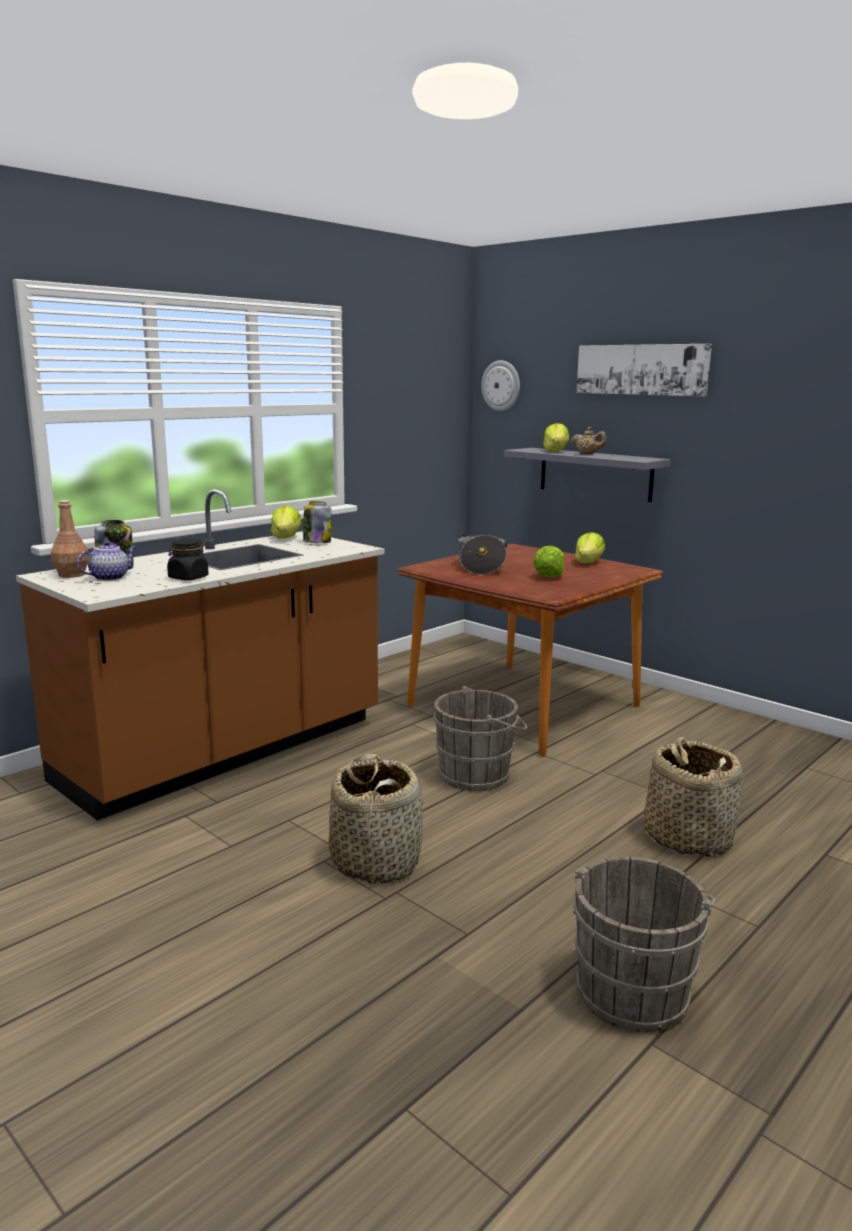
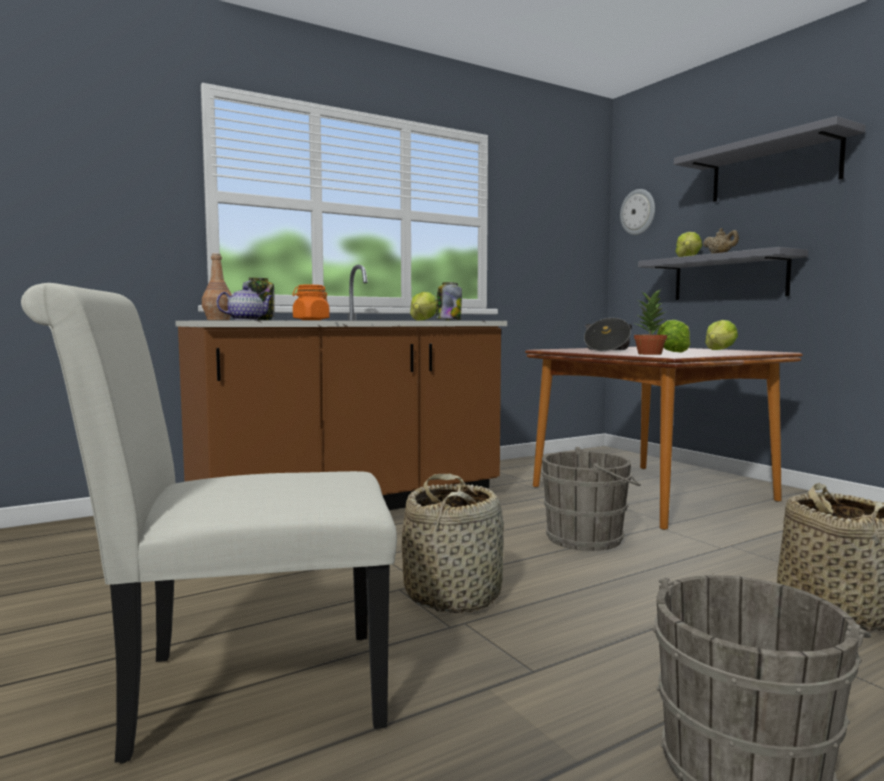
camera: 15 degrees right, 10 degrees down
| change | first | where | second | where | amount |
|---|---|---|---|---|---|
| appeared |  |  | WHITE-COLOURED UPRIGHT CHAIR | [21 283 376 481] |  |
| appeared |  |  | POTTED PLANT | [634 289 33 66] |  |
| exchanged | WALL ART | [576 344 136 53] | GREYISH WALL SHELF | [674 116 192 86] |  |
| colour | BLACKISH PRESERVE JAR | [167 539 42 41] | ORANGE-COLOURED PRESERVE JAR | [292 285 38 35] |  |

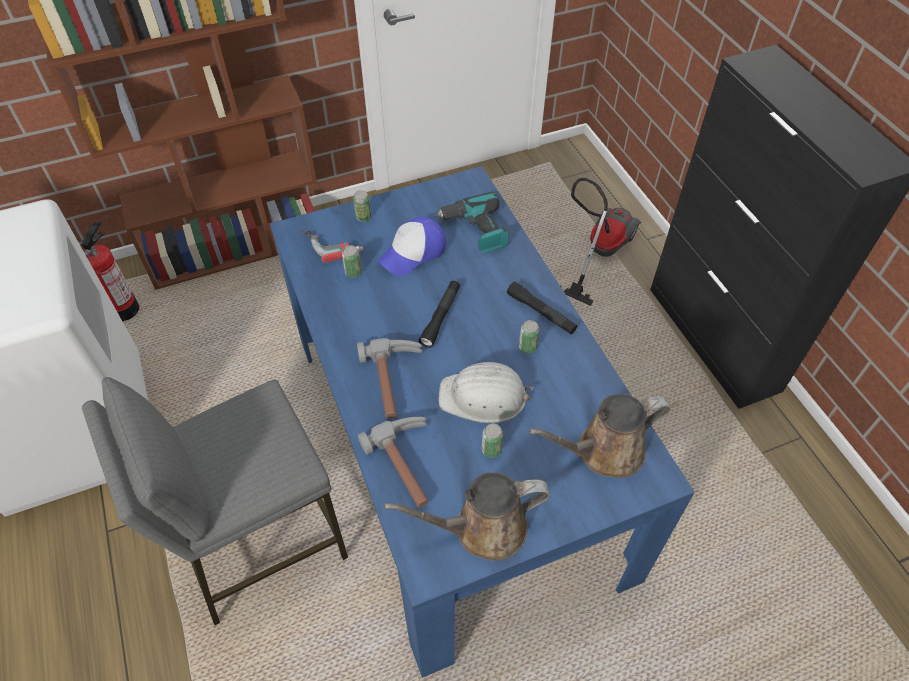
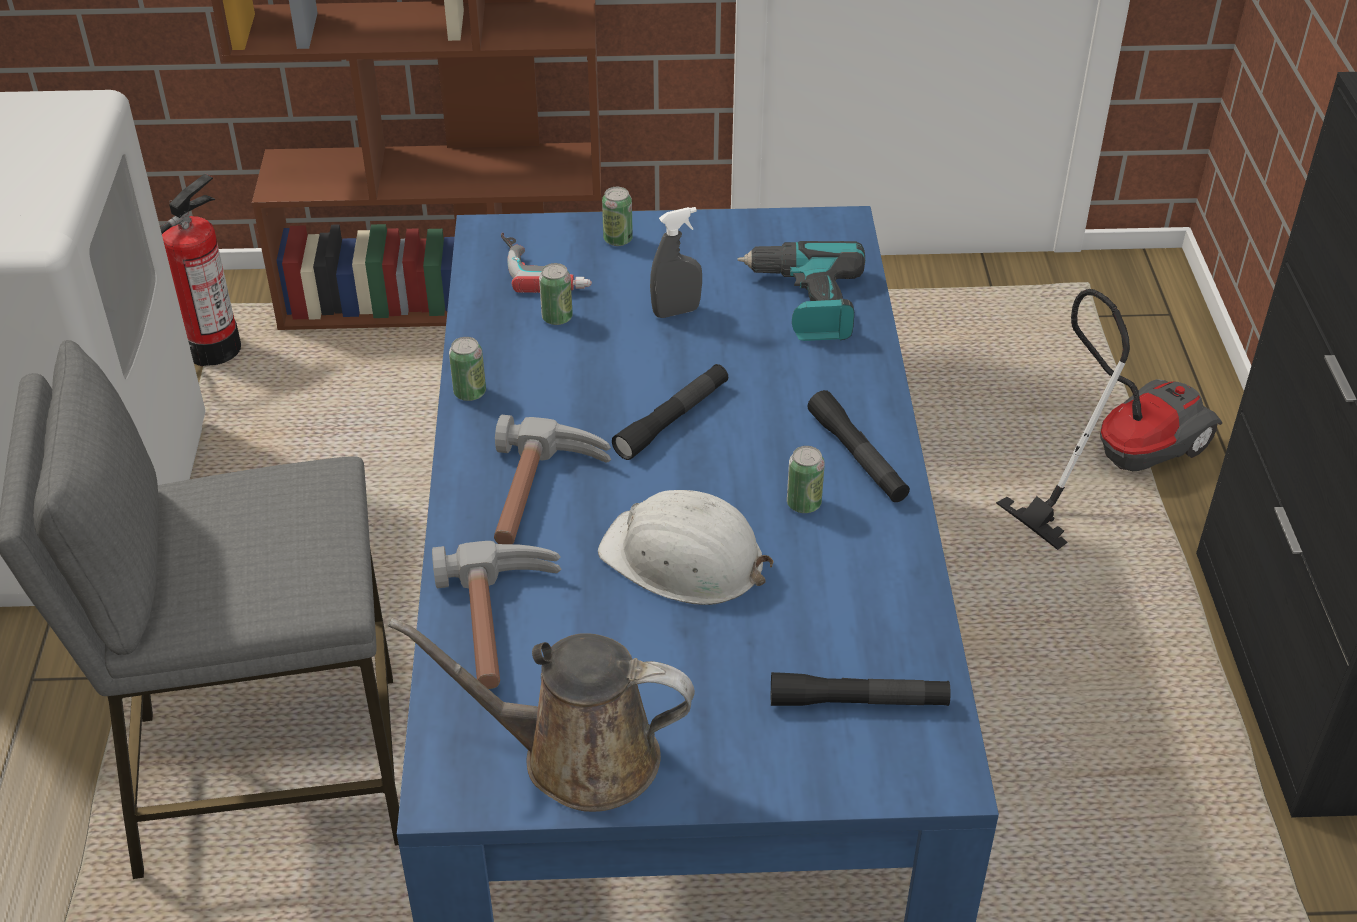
camera: 20 degrees right, 10 degrees down
| change | first | where | second | where | amount |
|---|---|---|---|---|---|
| relocated | METAL CAN | [482 423 21 35] |  | [449 337 37 64] |  |
| exchanged | BASEBALL CAP | [378 216 68 60] | GREYISH SPRAYER | [650 207 52 111] |  |
| exchanged | BROWN WATERING CAN | [529 394 142 84] | BLACKISH HAND TORCH | [771 672 179 34] |  |

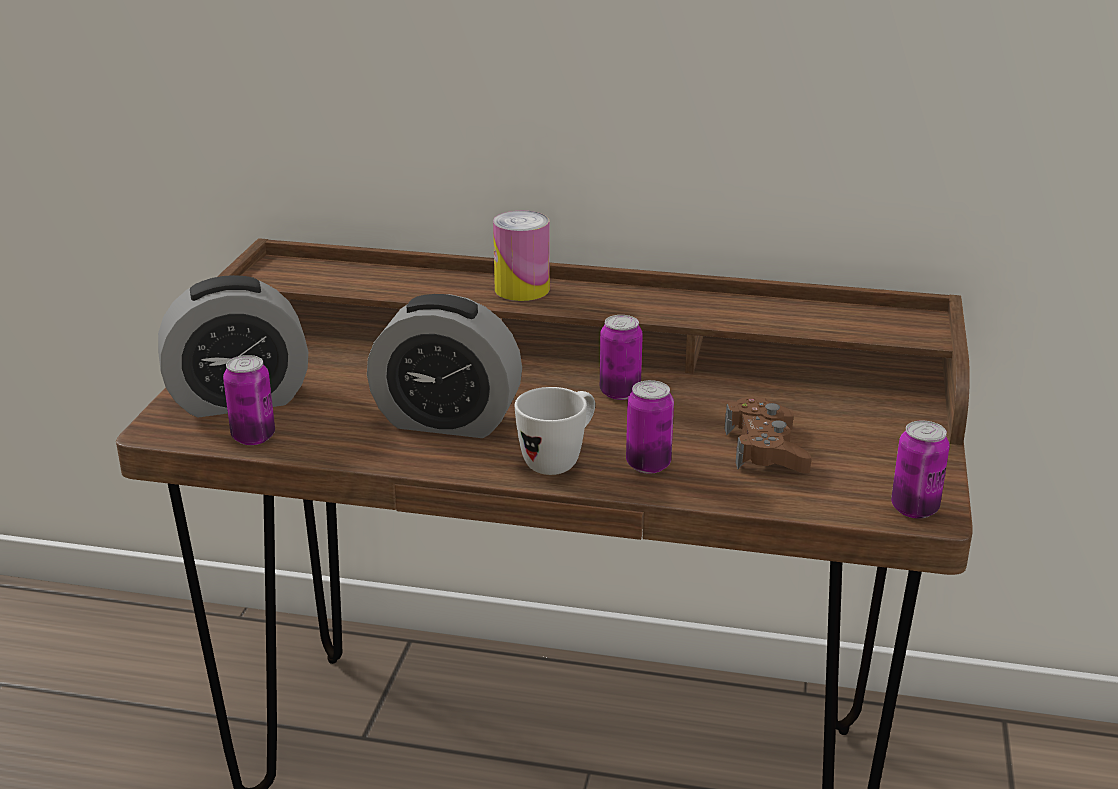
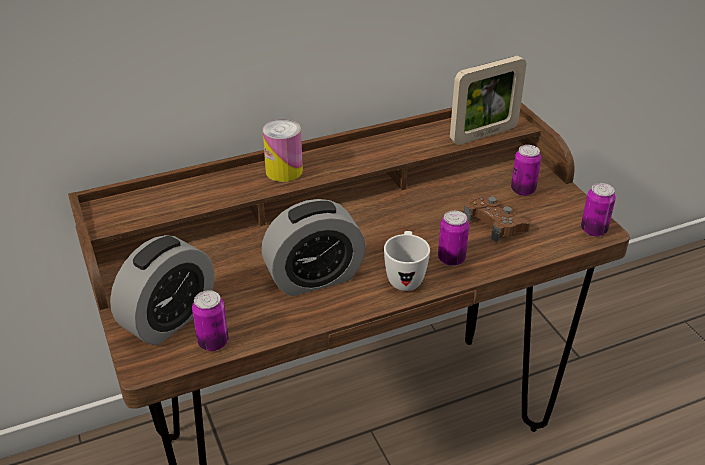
camera: 35 degrees left, 10 degrees up
| change | first | where | second | where | amount |
|---|---|---|---|---|---|
| appeared |  |  | PICTURE FRAME | [450 56 76 89] |  |
| relocated | METAL CAN | [600 315 43 85] |  | [511 145 30 51] |  |

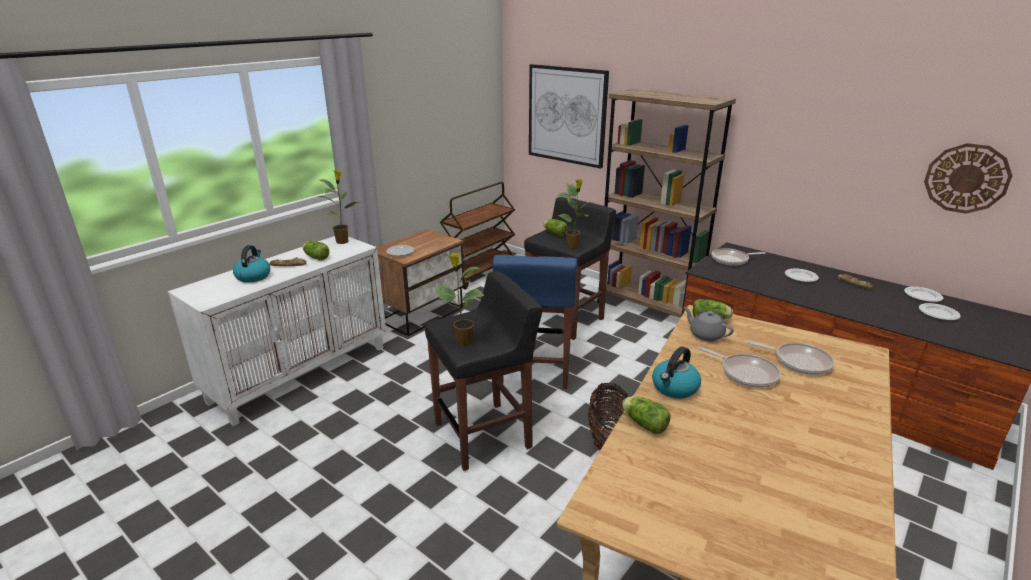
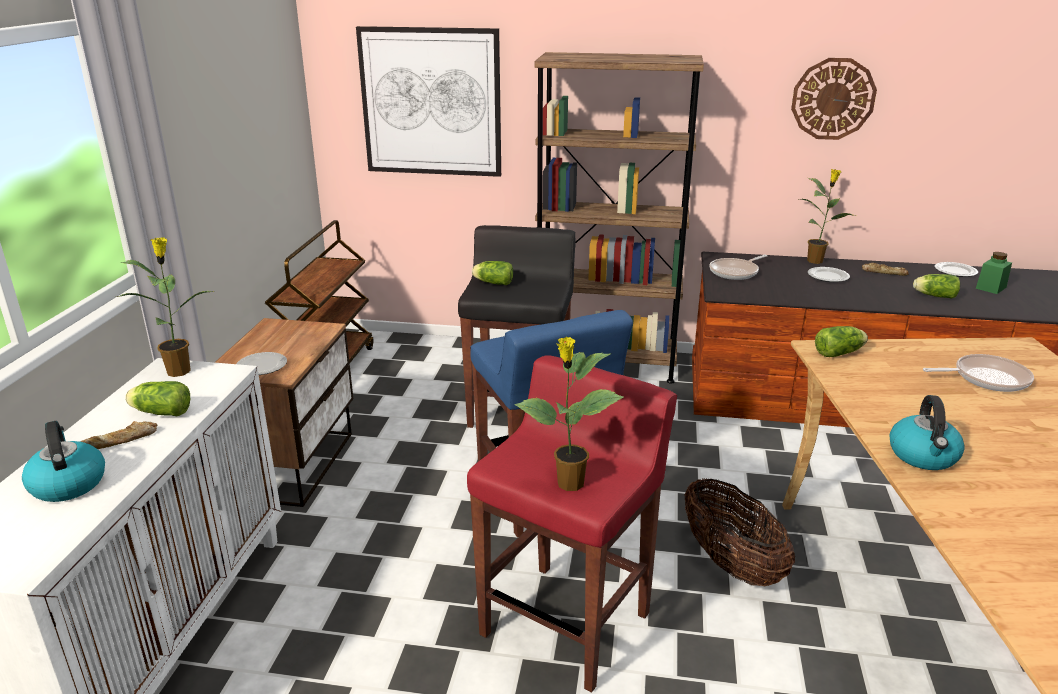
camera: 30 degrees left, 0 degrees up
| change | first | where | second | where | amount |
|---|---|---|---|---|---|
| missing | GREYISH TEAPOT | [684 307 50 34] |  |  |  |
| missing | SKILLET | [698 346 83 42] |  |  |  |
| relocated | POTTED PLANT | [557 179 37 70] |  | [799 169 56 95] |  |
| relocated | HEAD OF LETTUCE | [622 397 49 37] |  | [913 274 47 24] |  |
| relocated | HANGING CLOCK | [924 143 88 71] |  | [791 58 86 82] |  |
| exchanged | PLATE | [919 303 42 17] | GREEN PRESERVE JAR | [976 252 36 42] |  |
| colour | BLACKISH STOOL | [425 271 118 200] | RED-COLOURED STOOL | [467 355 210 338] |  |

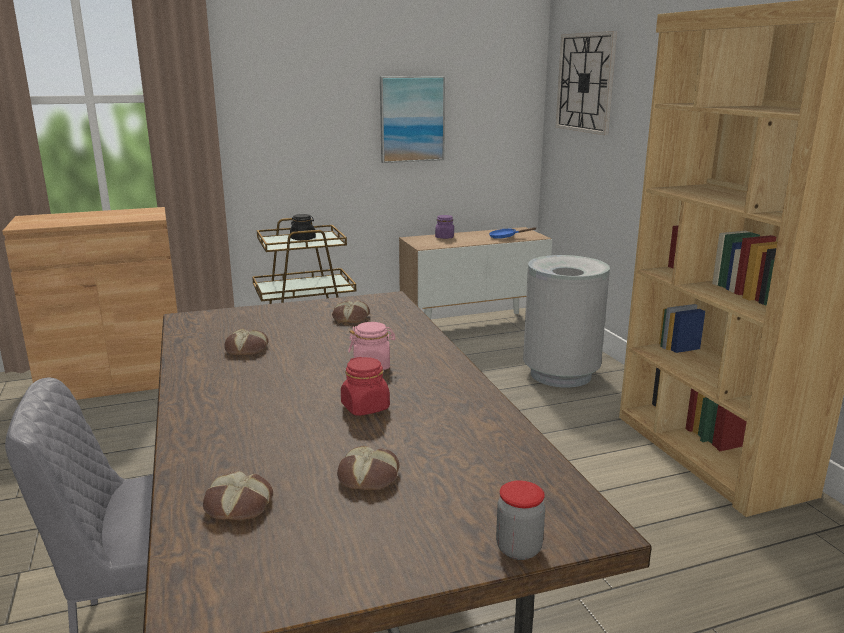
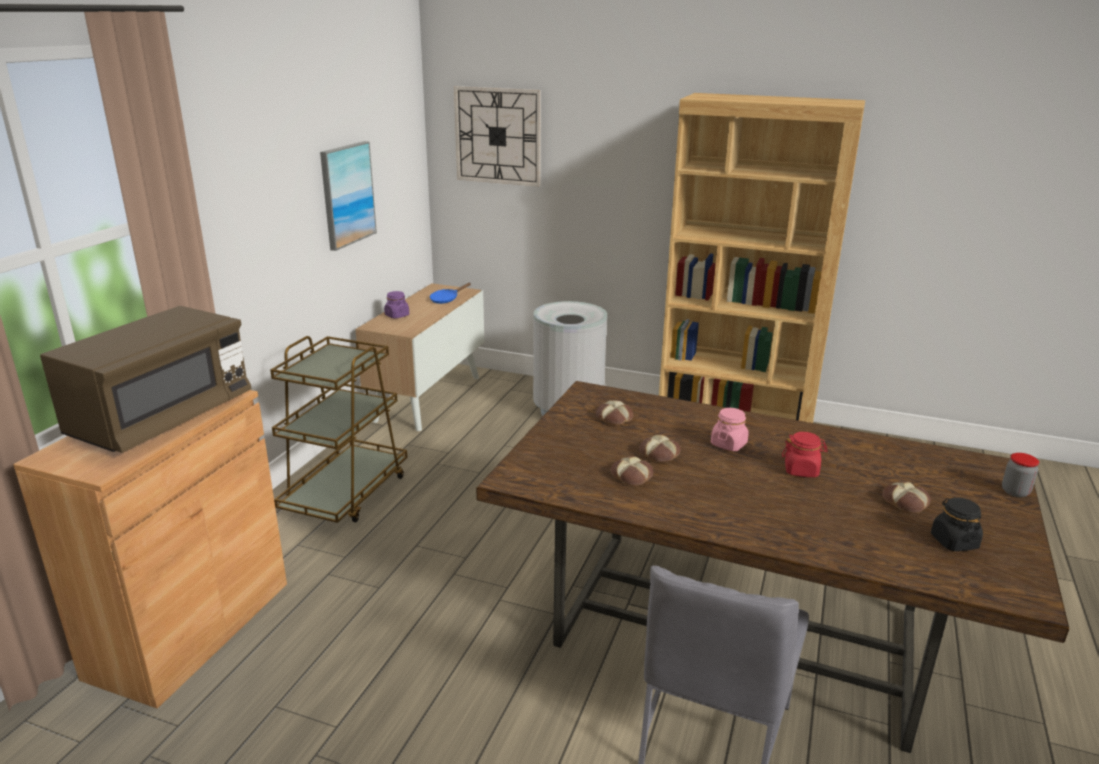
camera: 50 degrees left, 5 degrees up
| change | first | where | second | where | amount |
|---|---|---|---|---|---|
| appeared |  |  | BROWN MICROWAVE | [40 306 211 147] |  |
| relocated | BAKERY BREAD | [203 471 70 49] |  | [639 435 42 27] |  |
| relocated | BLACKISH PRESERVE JAR | [290 214 26 27] |  | [931 497 52 54] |  |

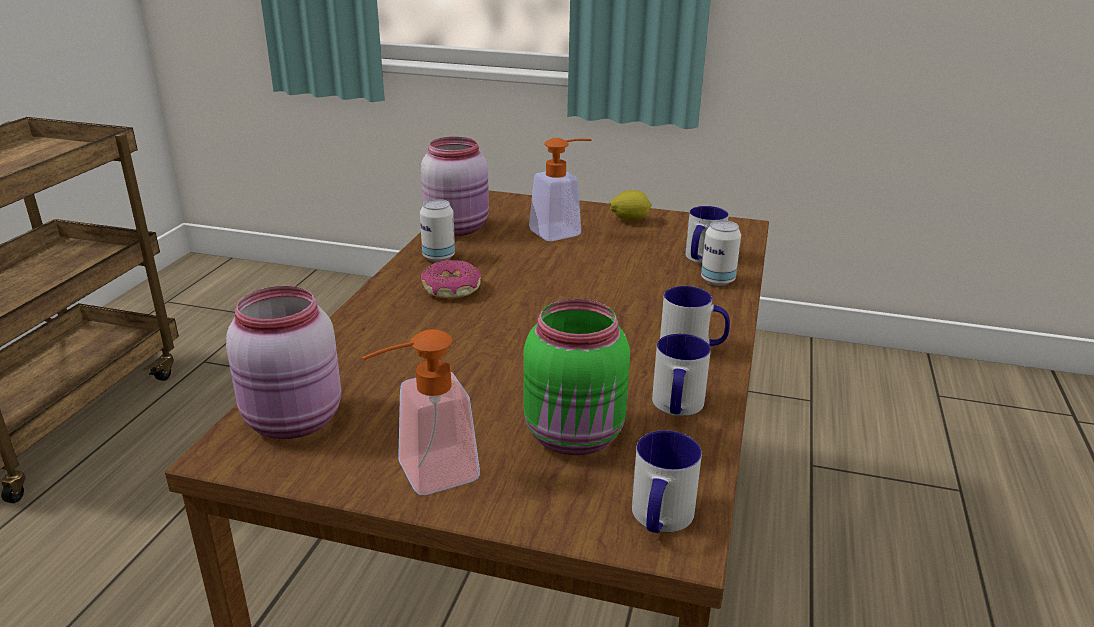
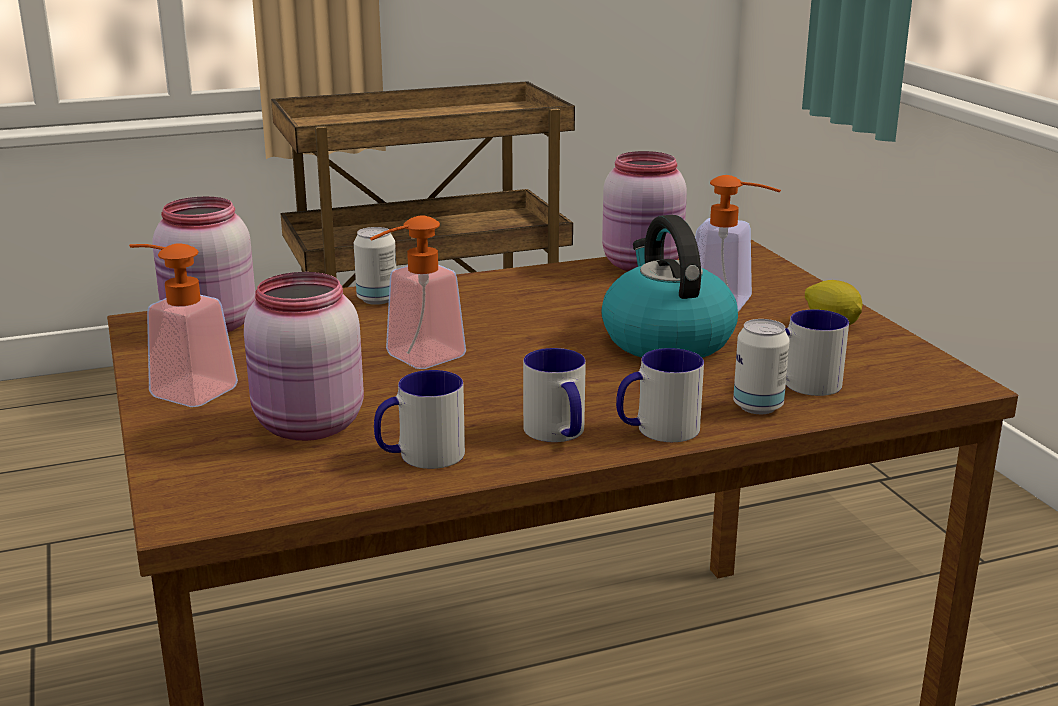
camera: 55 degrees right, 5 degrees down
| change | first | where | second | where | amount |
|---|---|---|---|---|---|
| missing | DOUGHNUT | [421 260 60 39] |  |  |  |
| appeared |  |  | SOAP BOTTLE | [370 215 96 154] |  |
| appeared |  |  | TEA KETTLE | [601 215 137 143] |  |
| relocated | METAL CAN | [420 199 35 63] |  | [354 227 42 78] |  |
| relocated | TEA MUG | [632 430 70 103] |  | [616 348 88 94] |  |
| colour | GREEN PRESERVE JAR | [524 299 106 156] | PINK-COLOURED PRESERVE JAR | [244 272 120 169] |  |

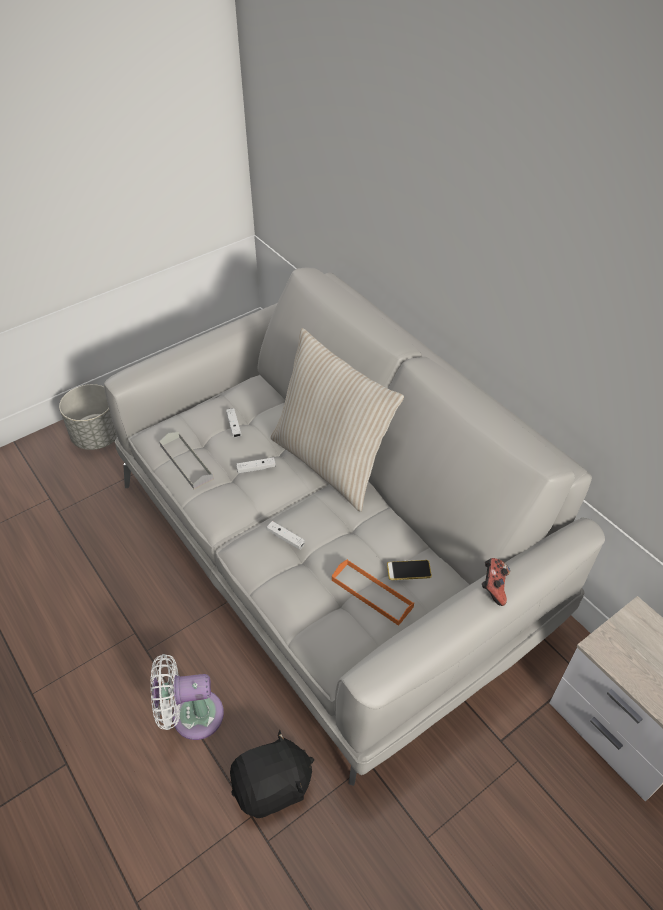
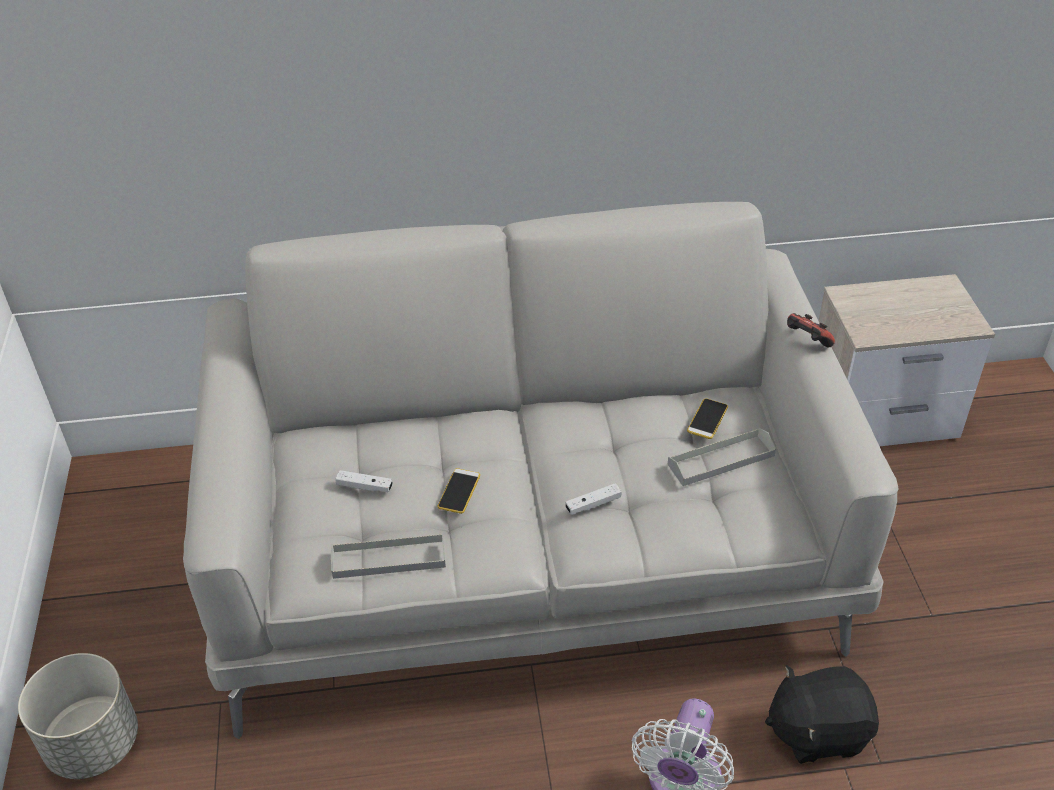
camera: 60 degrees left, 5 degrees down
| change | first | where | second | where | amount |
|---|---|---|---|---|---|
| missing | SAND-COLOURED THROW PILLOW | [271 328 133 184] |  |  |  |
| exchanged | WHITE-COLOURED JOYPAD | [236 457 40 17] | PHONE | [437 468 43 46] |  |
| colour | ORANGE-COLOURED TRAY | [332 559 82 67] | GREYISH TRAY | [668 428 108 58] |  |
| spun | BLACKISH CUDDLY TOY | [230 730 84 88] |  | [765 665 114 99] | 105 degrees counterclockwise |

